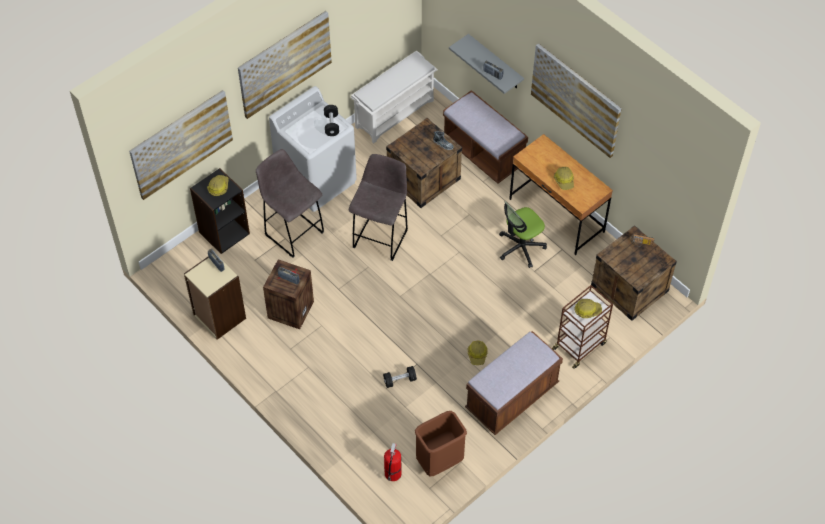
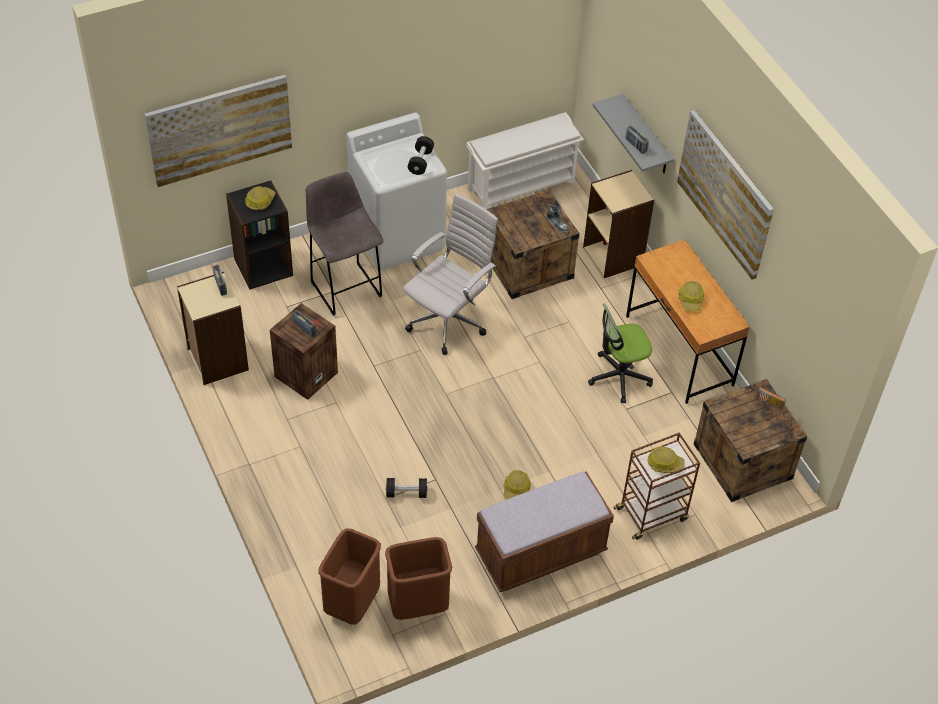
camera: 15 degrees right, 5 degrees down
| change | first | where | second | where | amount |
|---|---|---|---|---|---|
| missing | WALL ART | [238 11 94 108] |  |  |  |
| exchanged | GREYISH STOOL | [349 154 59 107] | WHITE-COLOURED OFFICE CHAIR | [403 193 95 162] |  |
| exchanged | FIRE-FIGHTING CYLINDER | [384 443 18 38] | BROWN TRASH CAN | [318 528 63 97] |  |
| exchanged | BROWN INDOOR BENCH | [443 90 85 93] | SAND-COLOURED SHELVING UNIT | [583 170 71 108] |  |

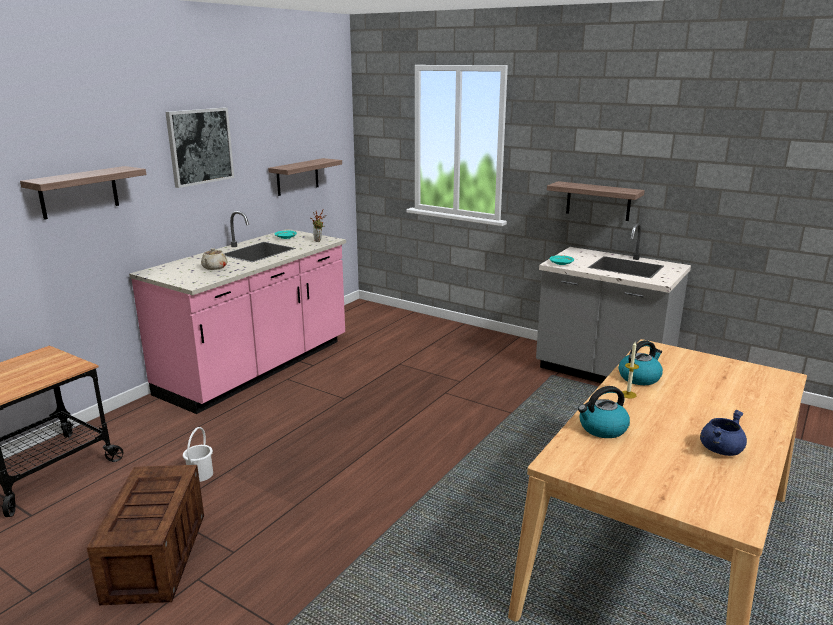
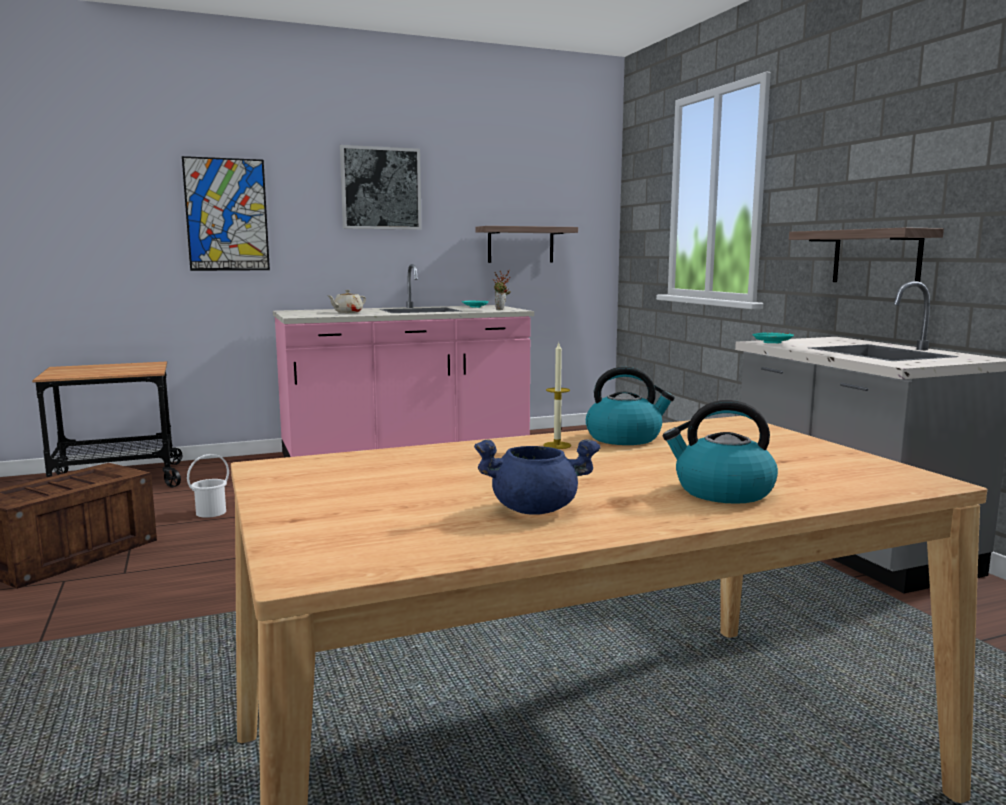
camera: 35 degrees right, 10 degrees down
| change | first | where | second | where | amount |
|---|---|---|---|---|---|
| relocated | TEA KETTLE | [578 386 52 52] |  | [663 400 115 104] |  |
| exchanged | WALL SHELF | [20 166 126 54] | WALL ART | [182 156 88 115] |  |

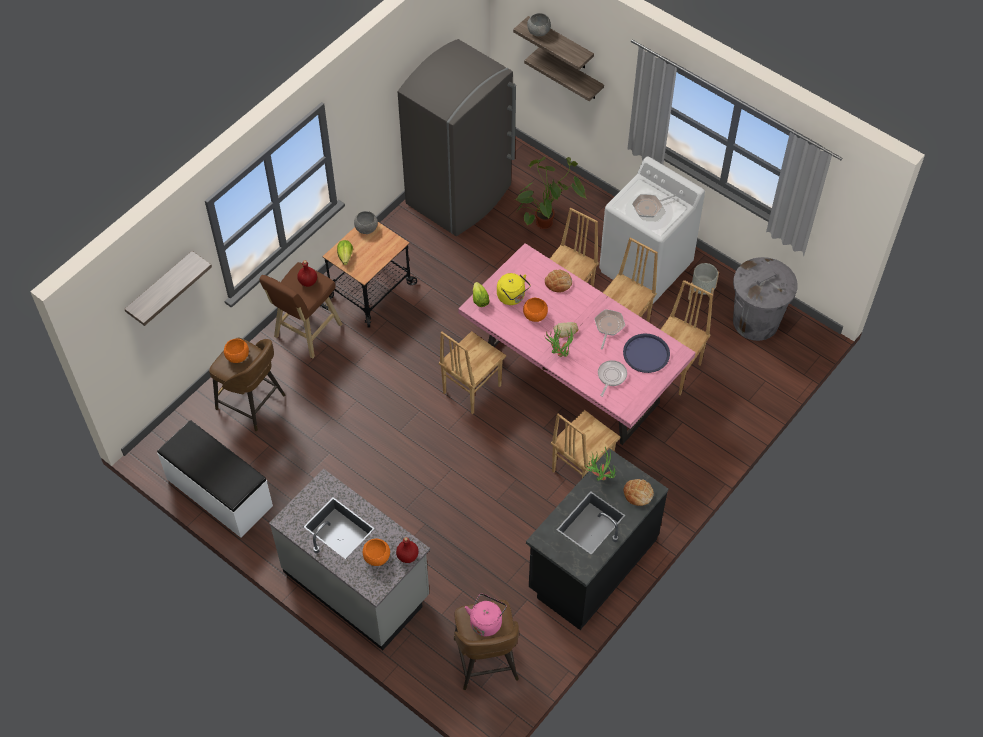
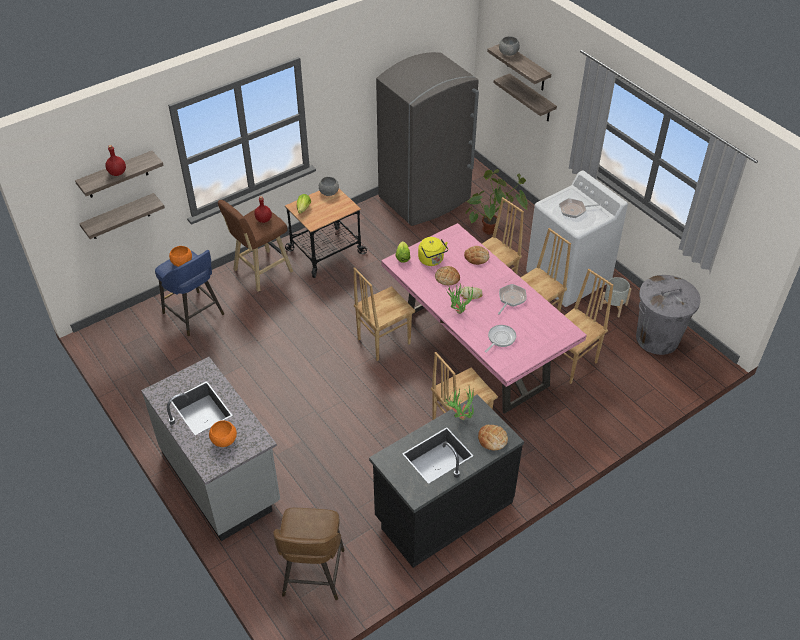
camera: 15 degrees right, 10 degrees down
| change | first | where | second | where | amount |
|---|---|---|---|---|---|
| missing | WHITE-COLOURED INDOOR BENCH | [157 420 116 118] |  |  |  |
| missing | PINK-COLOURED TEA KETTLE | [465 593 42 43] |  |  |  |
| missing | BLUE-COLOURED TRAY | [623 333 47 40] |  |  |  |
| appeared |  |  | WALL SHELF | [79 193 86 46] |  |
| relocated | RED-COLOURED BEVERAGE BOTTLE | [396 537 23 26] |  | [105 145 21 31] |  |
| exchanged | ORANGE-COLOURED SERVING BOWL | [523 298 25 24] | BAKERY BREAD | [435 266 25 19] |  |
| colour | BROWN STOOL | [209 338 77 93] | BLUE-COLOURED STOOL | [155 250 69 86] |  |

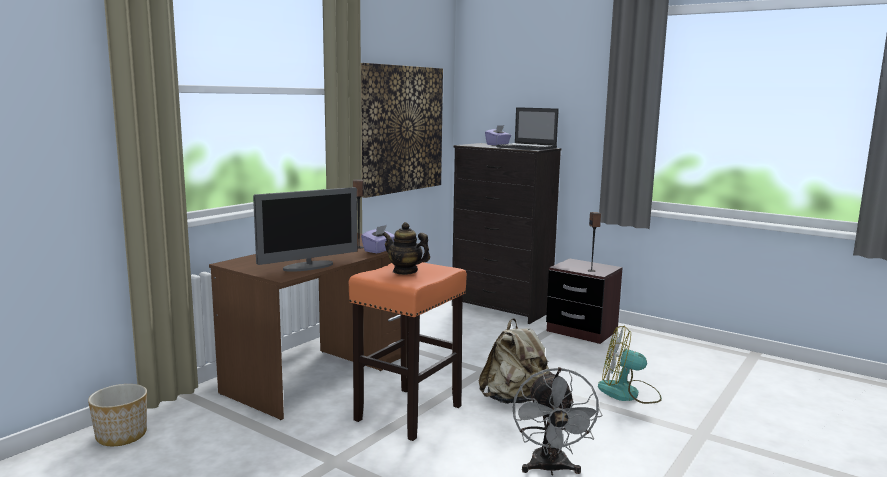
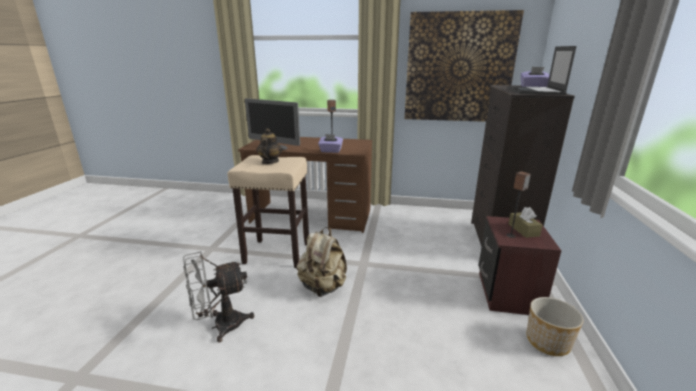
camera: 65 degrees right, 10 degrees up
| change | first | where | second | where | amount |
|---|---|---|---|---|---|
| missing | ELECTRIC FAN | [598 325 64 79] |  |  |  |
| appeared |  |  | BROWN TISSUE HOLDER | [509 207 34 31] |  |
| relocated | FLOWER POT | [88 384 59 62] |  | [527 297 57 59] |  |
| colour | ORANGE-COLOURED STOOL | [349 262 118 179] | SAND-COLOURED STOOL | [227 155 82 113] |  |

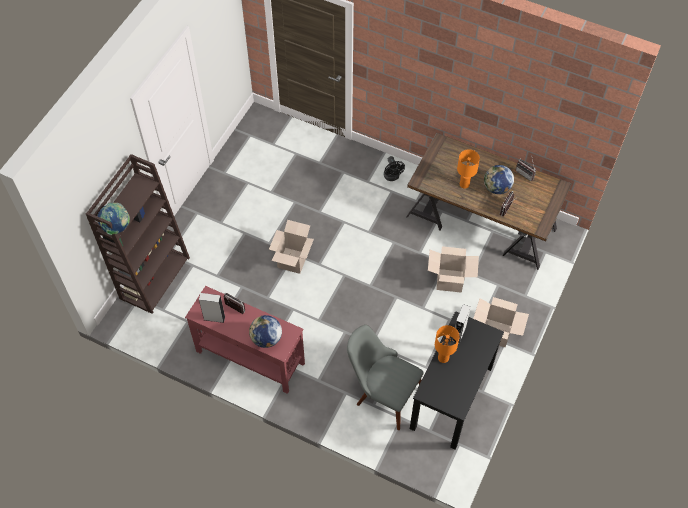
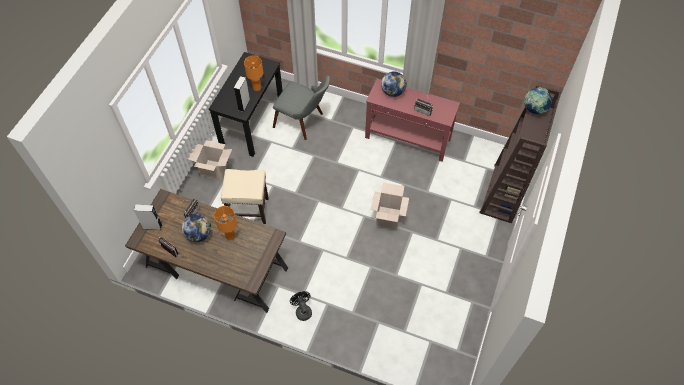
camera: 175 degrees right, 0 degrees up
| change | first | where | second | where | amount |
|---|---|---|---|---|---|
| relocated | GREYISH LOUDSPEAKER | [199 293 26 30] |  | [134 204 29 26] |  |
| exchanged | PACKING BOX | [428 246 51 47] | SAND-COLOURED STOOL | [221 169 48 55] |  |

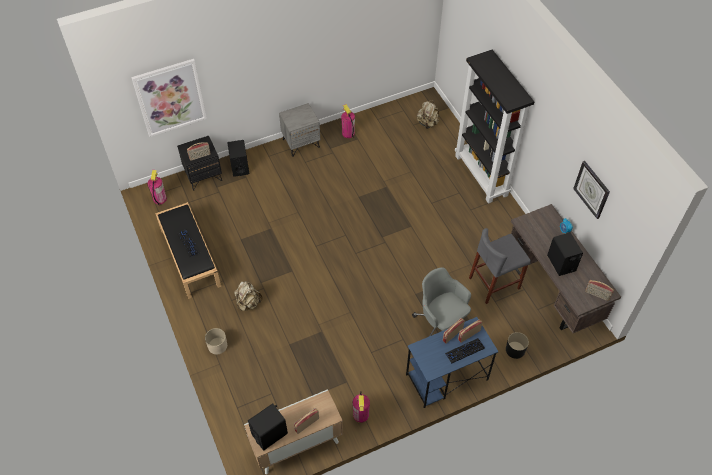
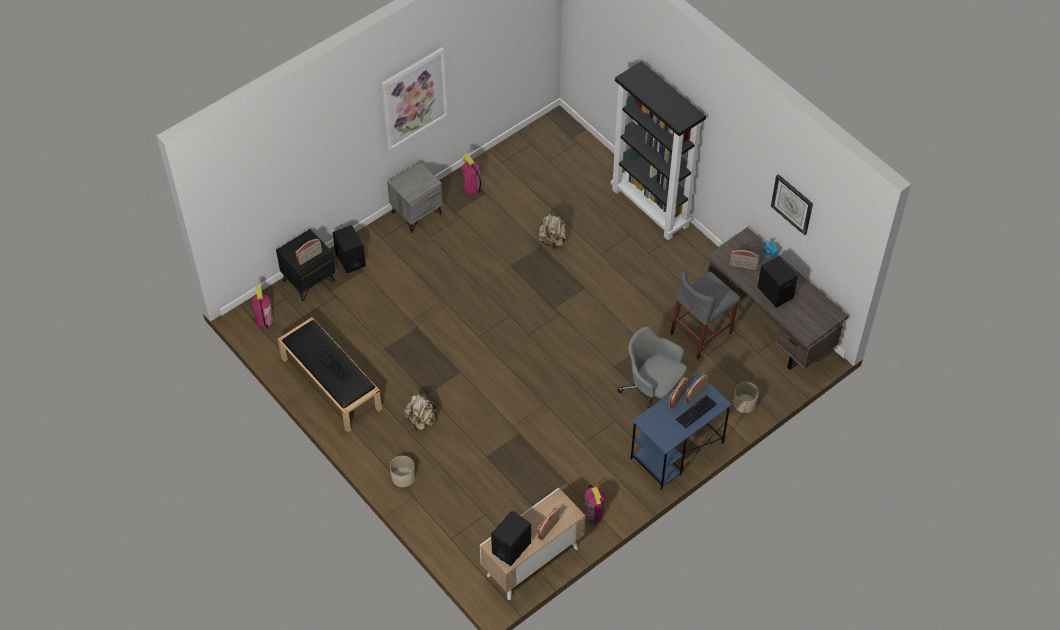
camera: 15 degrees left, 0 degrees up
| change | first | where | second | where | amount |
|---|---|---|---|---|---|
| relocated | WALL ART | [131 59 76 78] |  | [381 47 67 103] |  |
| relocated | SAND-COLOURED RUCKSACK | [417 100 22 29] |  | [538 212 29 37] |  |
| relocated | RADIO | [585 280 29 21] |  | [730 250 29 20] |  |
| colour | BLACKISH FLOWER POT | [506 332 23 27] | SAND-COLOURED FLOWER POT | [733 382 26 31] |  |

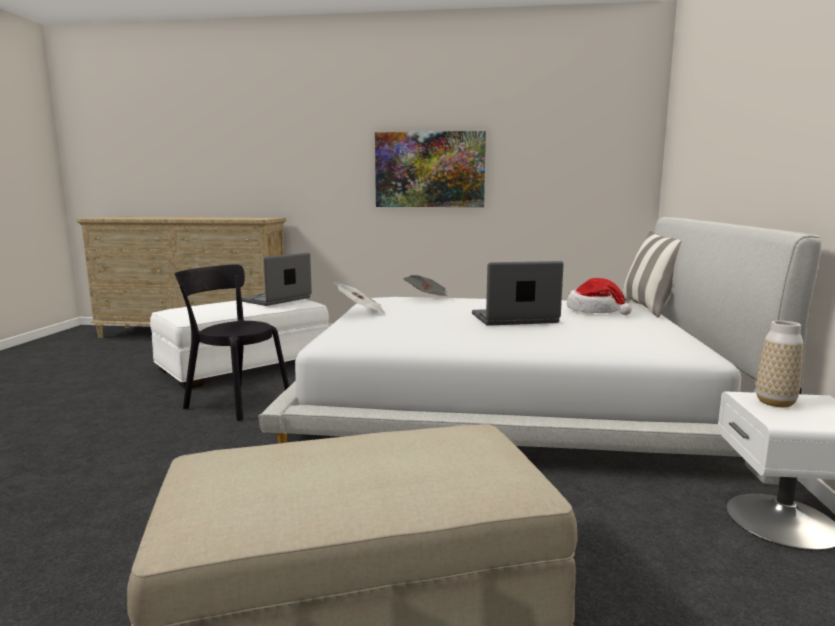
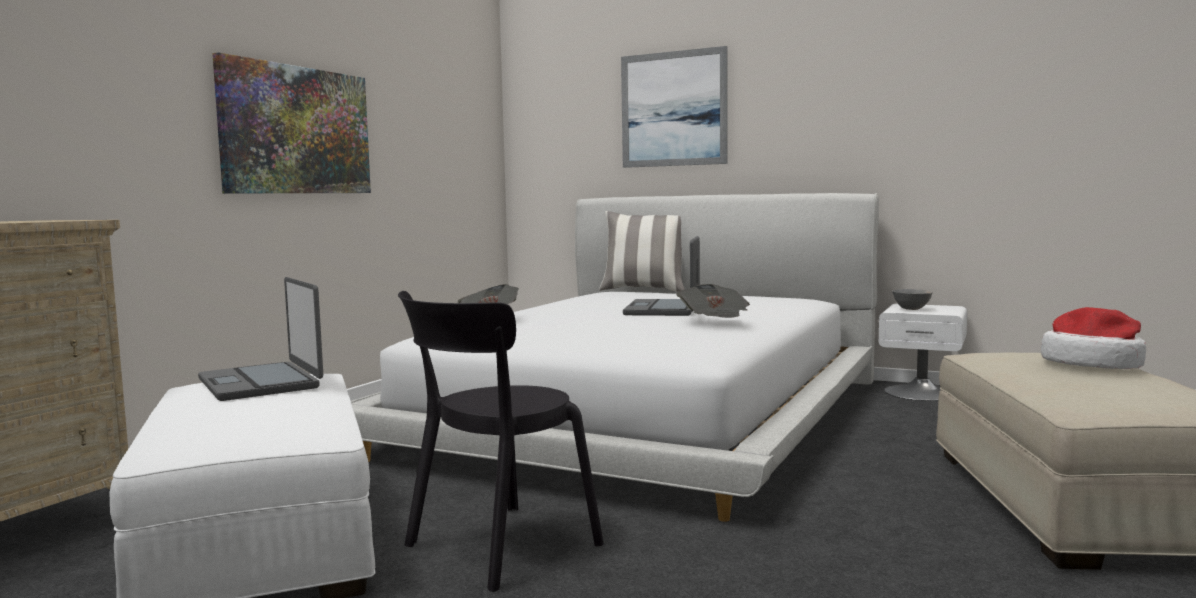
camera: 70 degrees left, 5 degrees down
| change | first | where | second | where | amount |
|---|---|---|---|---|---|
| appeared |  |  | WALL ART | [621 46 107 122] |  |
| relocated | DAILY PAPER | [334 282 51 31] |  | [677 284 73 34] |  |
| relocated | HAT | [567 278 65 37] |  | [1041 307 105 62] |  |
| exchanged | VASE | [756 320 48 88] | GREYISH SERVING BOWL | [892 289 41 21] |  |

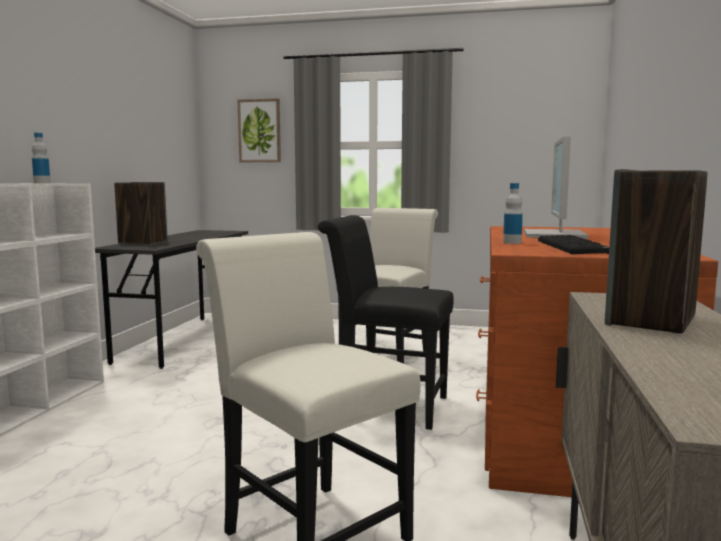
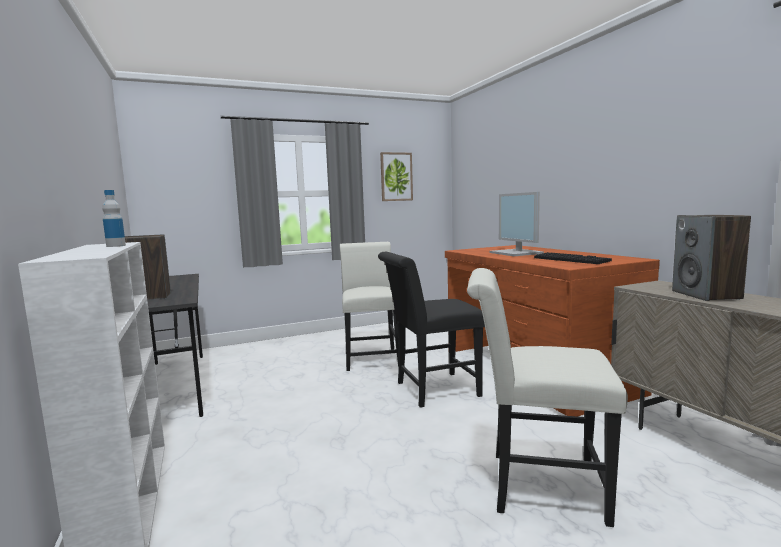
camera: 35 degrees left, 0 degrees up
| change | first | where | second | where | amount |
|---|---|---|---|---|---|
| missing | BEVERAGE BOTTLE | [503 183 20 61] |  |  |  |
| relocated | WALL ART | [237 98 44 64] |  | [380 152 33 49] |  |

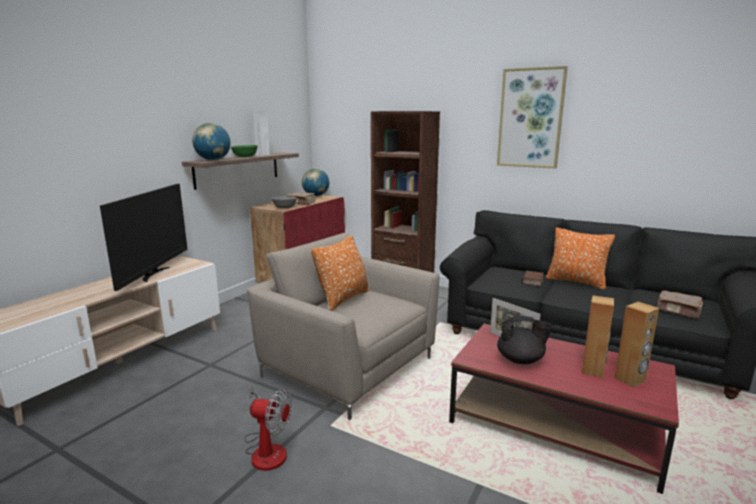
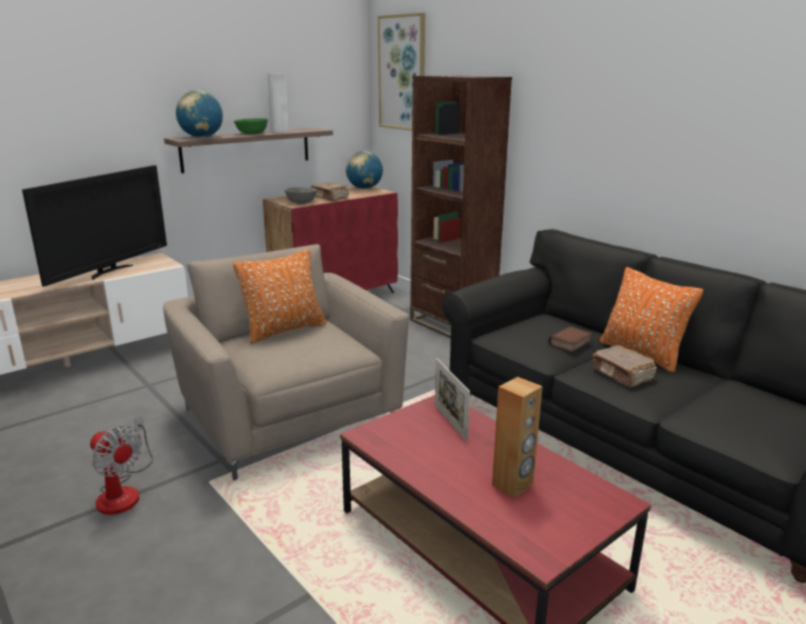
camera: 20 degrees right, 5 degrees up
| change | first | where | second | where | amount |
|---|---|---|---|---|---|
| missing | BLACKISH TEAPOT | [497 316 56 48] |  |  |  |
| missing | BROWN LOUDSPEAKER | [614 302 45 85] |  |  |  |
| relocated | WALL ART | [497 66 71 102] |  | [378 13 47 118] |  |
| relocated | BROWN VOLUME | [657 291 46 28] |  | [592 345 65 43] |  |

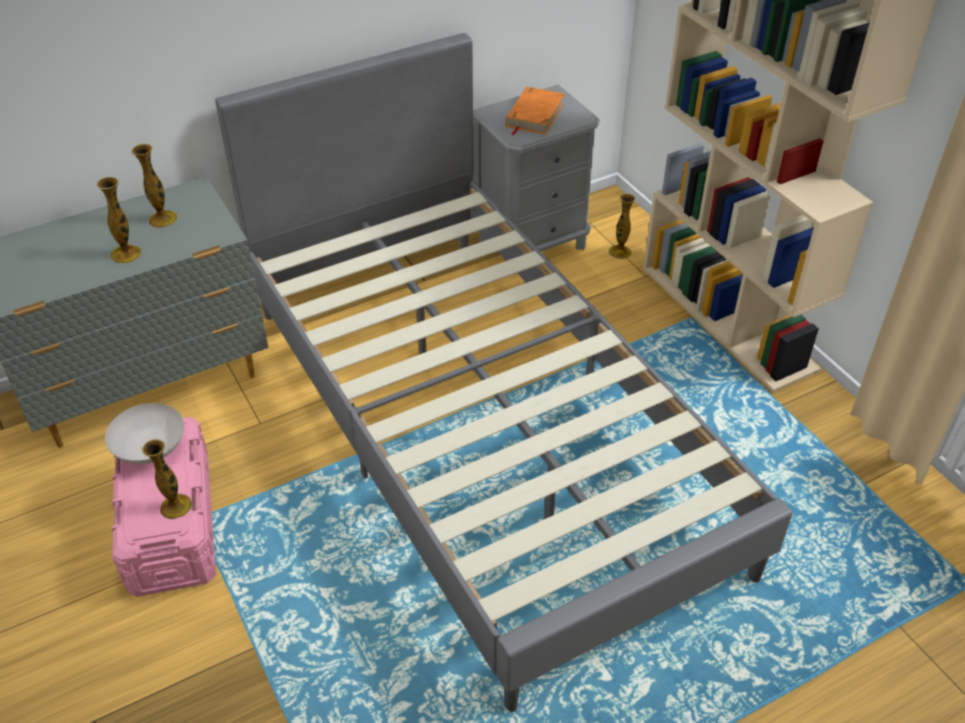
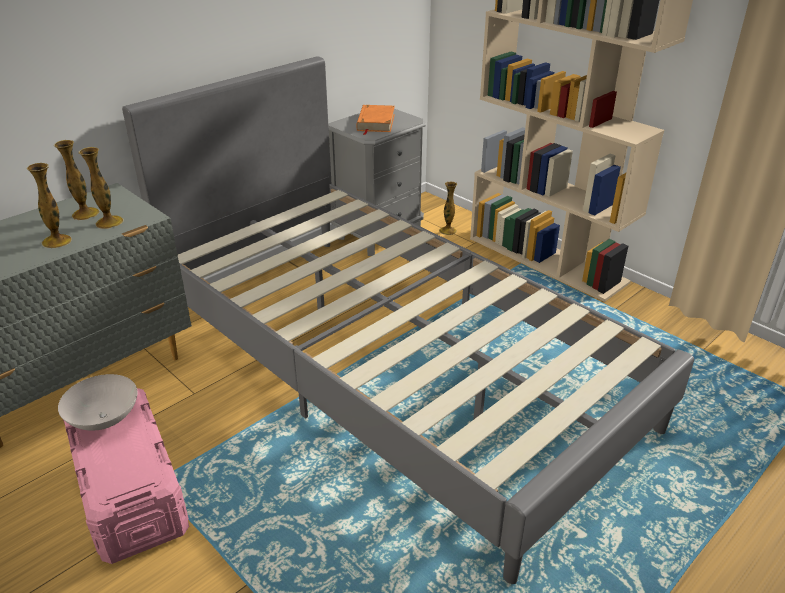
camera: 15 degrees left, 10 degrees down
| change | first | where | second | where | amount |
|---|---|---|---|---|---|
| relocated | VASE | [142 439 50 81] |  | [78 147 46 82] |  |

